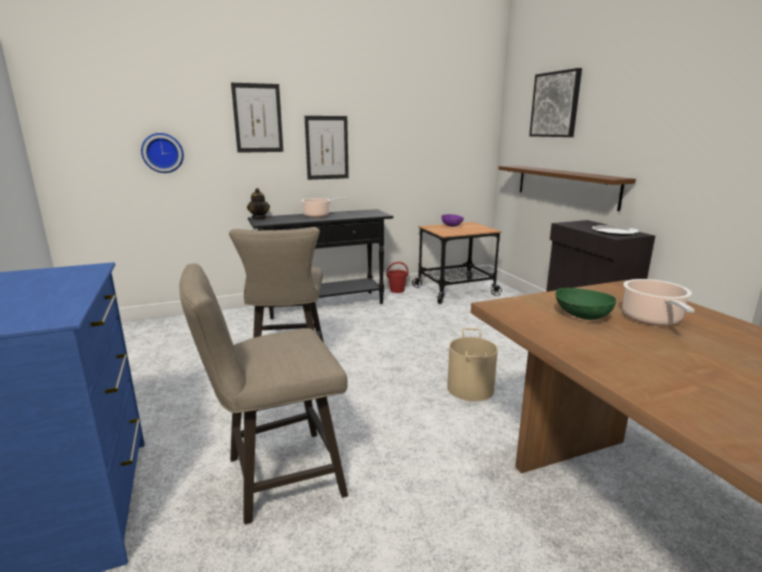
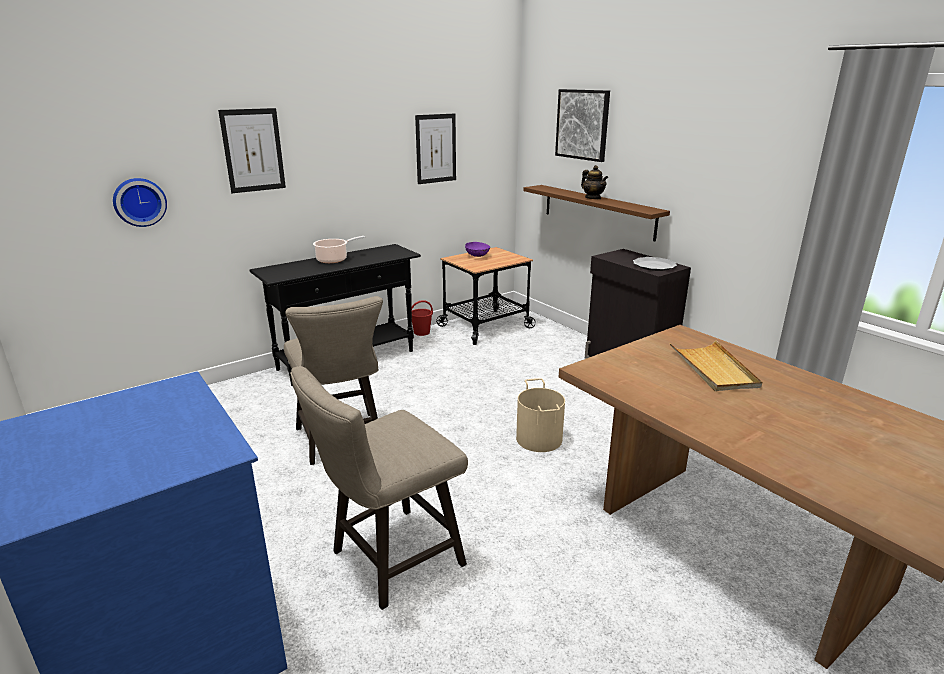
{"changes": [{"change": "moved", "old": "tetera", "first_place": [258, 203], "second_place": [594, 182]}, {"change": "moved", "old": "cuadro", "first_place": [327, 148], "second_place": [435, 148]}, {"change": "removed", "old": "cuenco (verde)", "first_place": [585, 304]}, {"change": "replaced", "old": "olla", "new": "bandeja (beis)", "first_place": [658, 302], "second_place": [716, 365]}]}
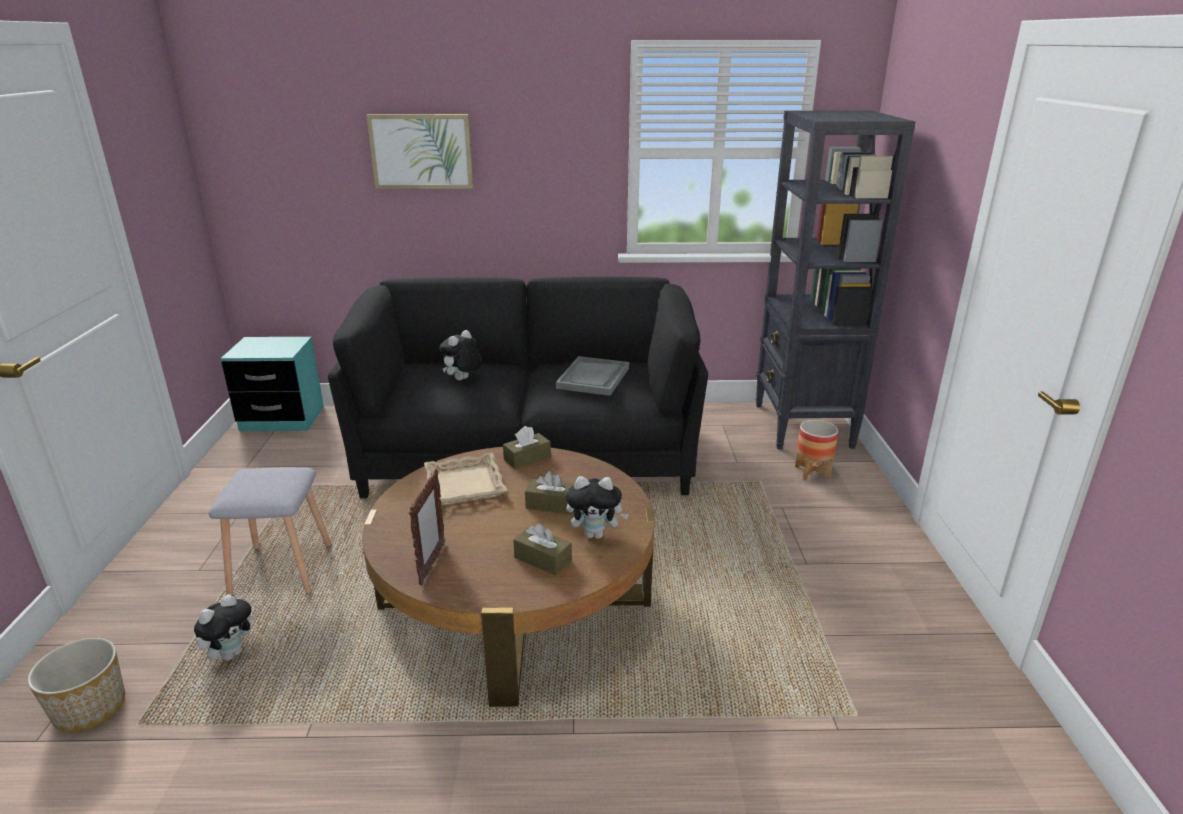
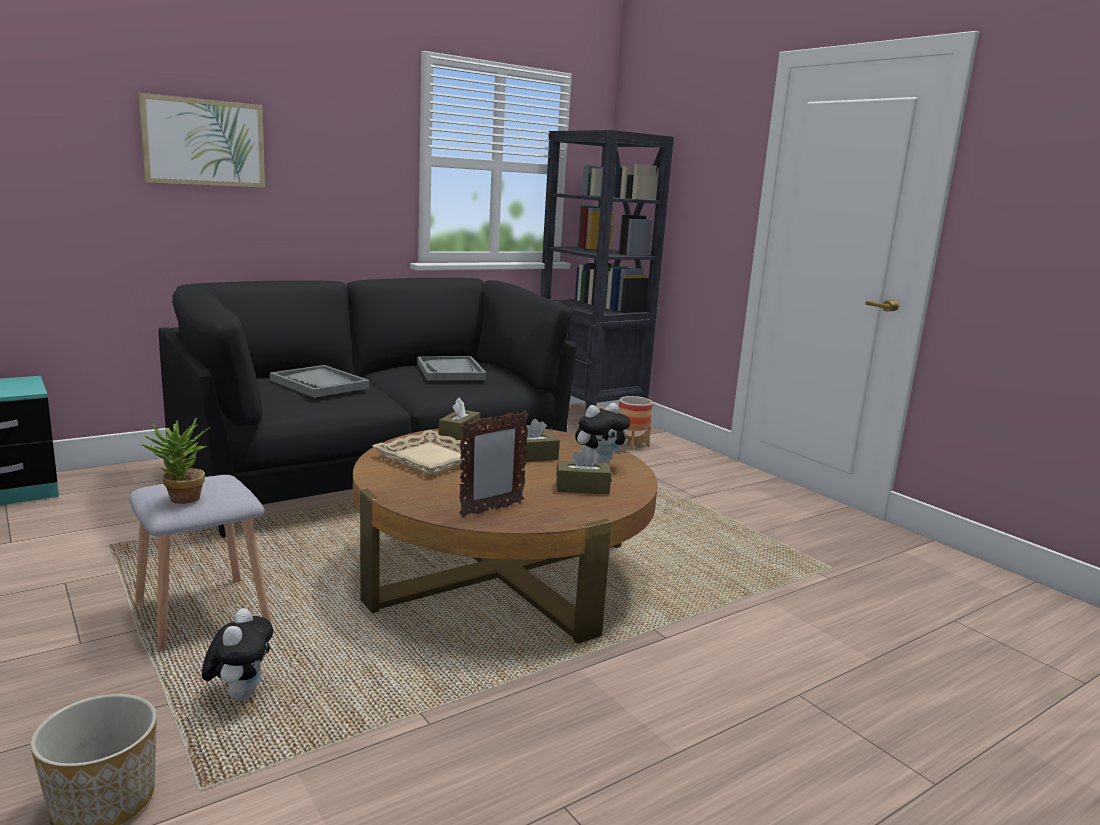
{"changes": [{"change": "turned", "old": "portarretratos", "first_place": [427, 527], "second_place": [494, 464], "degrees": 75}, {"change": "replaced", "old": "peluche", "new": "bandeja (gris)", "first_place": [460, 355], "second_place": [320, 381]}, {"change": "added", "new": "planta en maceta", "second_place": [176, 461]}]}
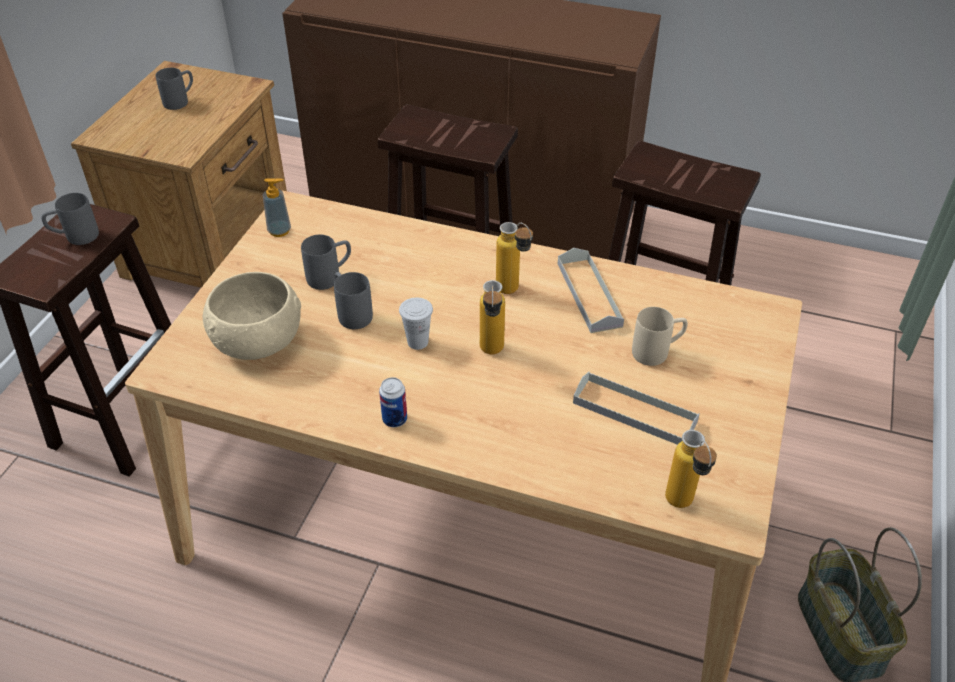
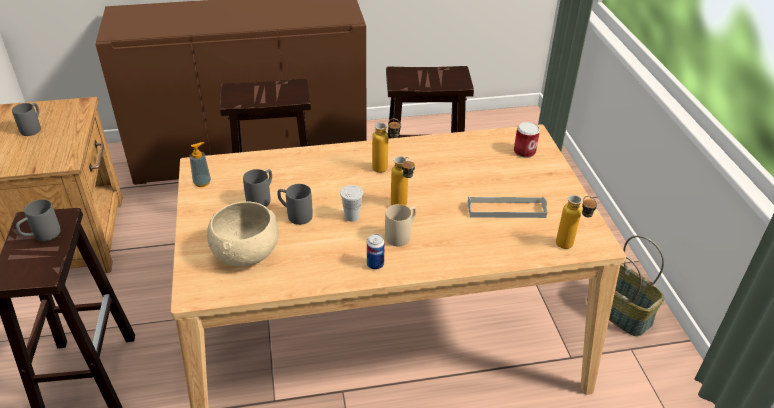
{"changes": [{"change": "removed", "old": "bandeja (gris)", "first_place": [591, 290]}, {"change": "moved", "old": "taza grande (beis)", "first_place": [660, 336], "second_place": [400, 225]}, {"change": "added", "new": "lata", "second_place": [527, 140]}]}
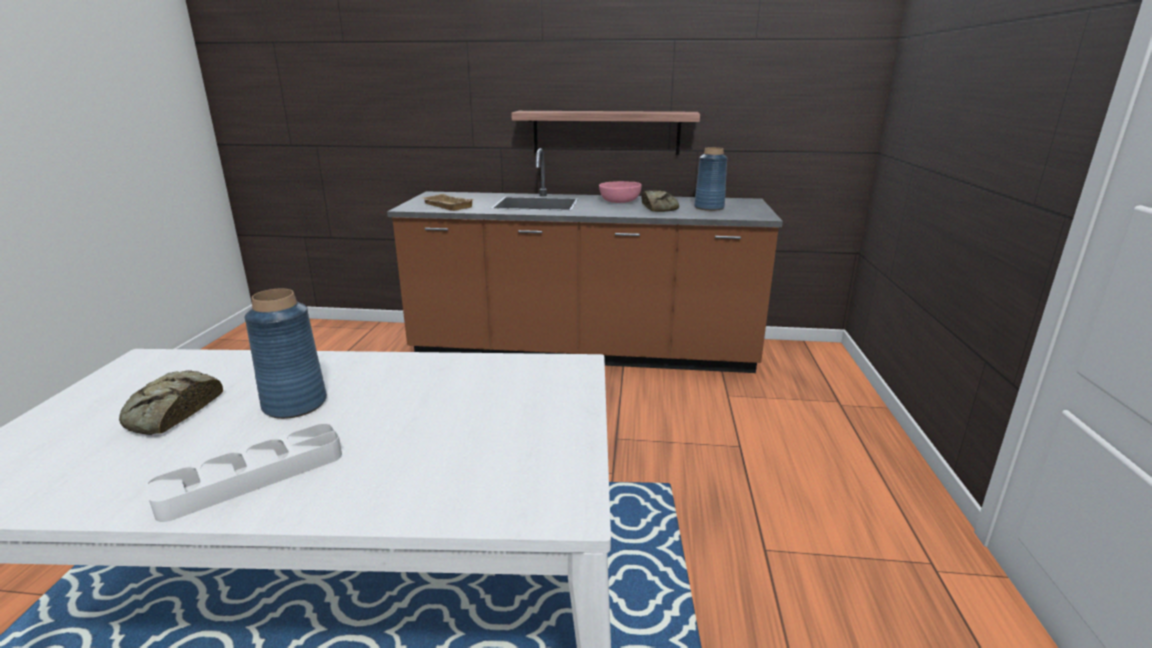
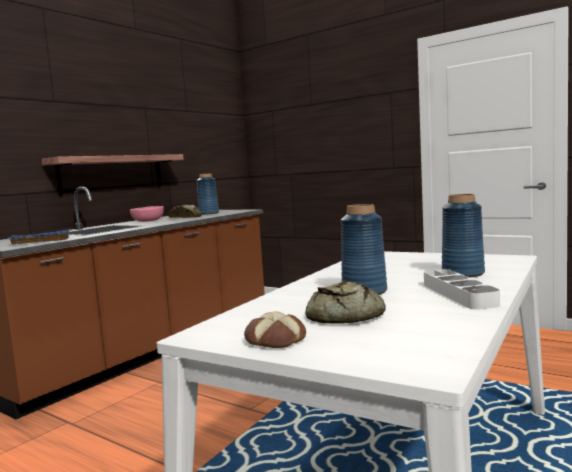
{"changes": [{"change": "recoloured", "old": "bandeja (beis)", "new": "bandeja (azul)", "first_place": [446, 202], "second_place": [39, 236]}, {"change": "added", "new": "pan", "second_place": [275, 330]}, {"change": "added", "new": "florero (azul)", "second_place": [463, 235]}]}
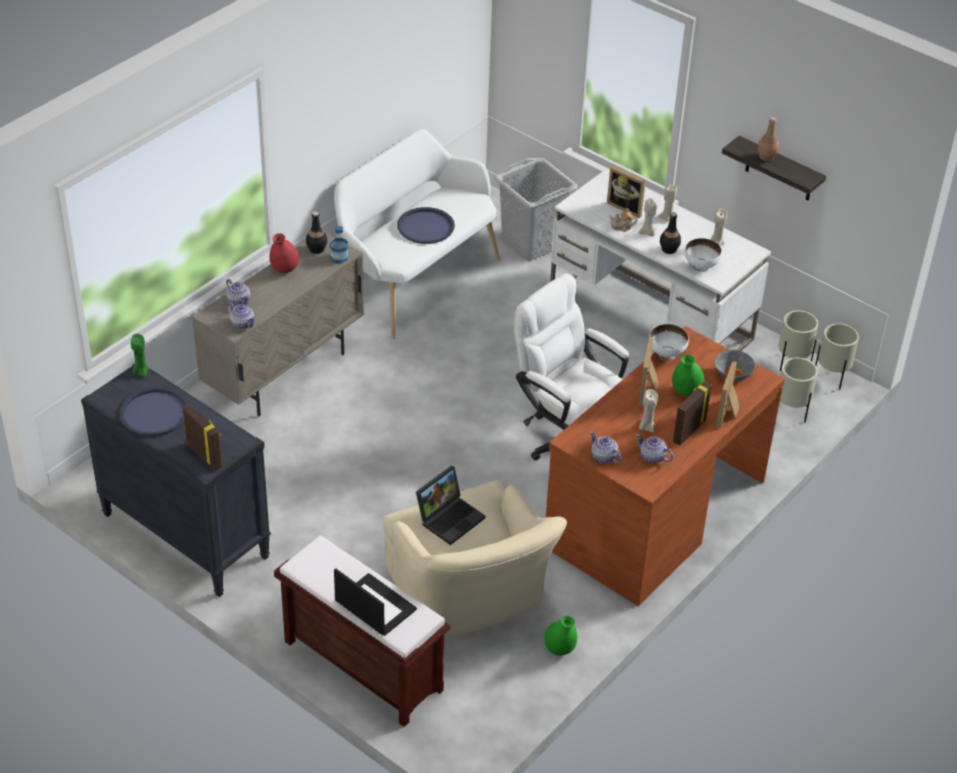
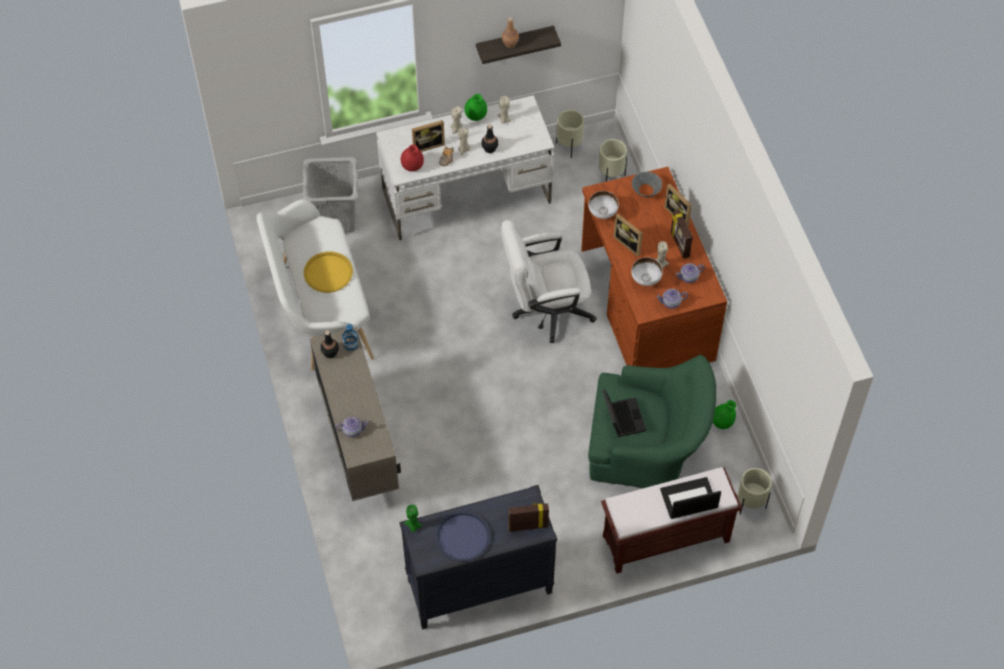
{"changes": [{"change": "removed", "old": "tetera", "first_place": [241, 316]}, {"change": "moved", "old": "florero (rojo)", "first_place": [284, 253], "second_place": [412, 158]}, {"change": "recoloured", "old": "sillón (beis)", "new": "sillón (verde)", "first_place": [475, 559], "second_place": [652, 421]}, {"change": "recoloured", "old": "bandeja (azul)", "new": "bandeja (amarillo)", "first_place": [426, 225], "second_place": [328, 272]}, {"change": "moved", "old": "florero (verde)", "first_place": [688, 375], "second_place": [476, 107]}, {"change": "moved", "old": "cuenco (blanco)", "first_place": [703, 255], "second_place": [647, 271]}, {"change": "moved", "old": "maceta (beis)", "first_place": [837, 356], "second_place": [755, 491]}]}
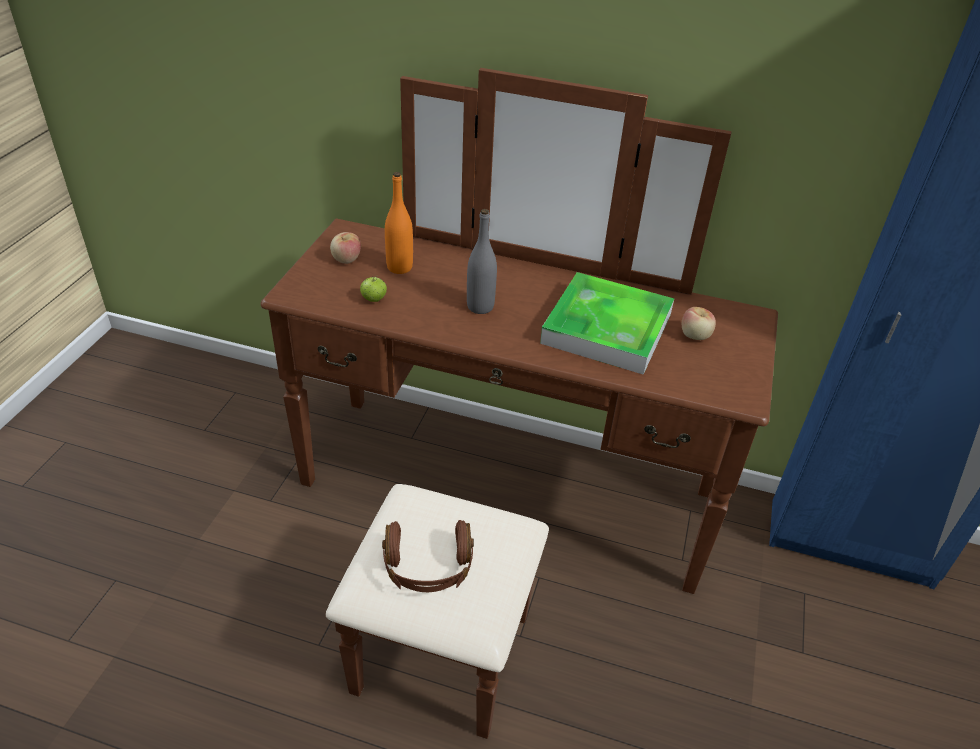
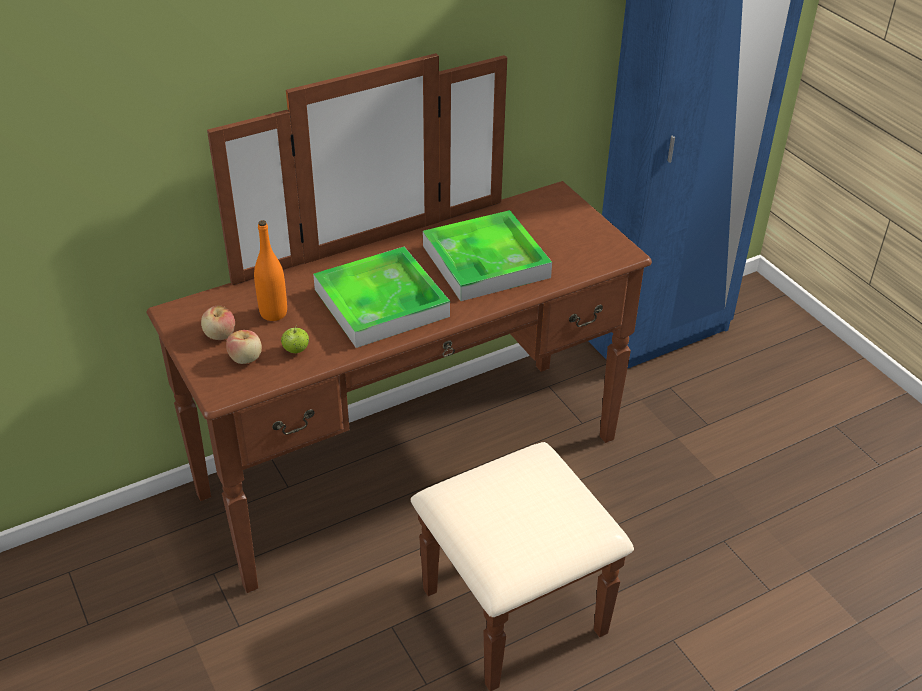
{"changes": [{"change": "removed", "old": "auriculares (marrón)", "first_place": [428, 556]}, {"change": "replaced", "old": "botella (gris)", "new": "bandeja", "first_place": [482, 261], "second_place": [381, 297]}, {"change": "moved", "old": "manzana", "first_place": [699, 323], "second_place": [244, 347]}]}
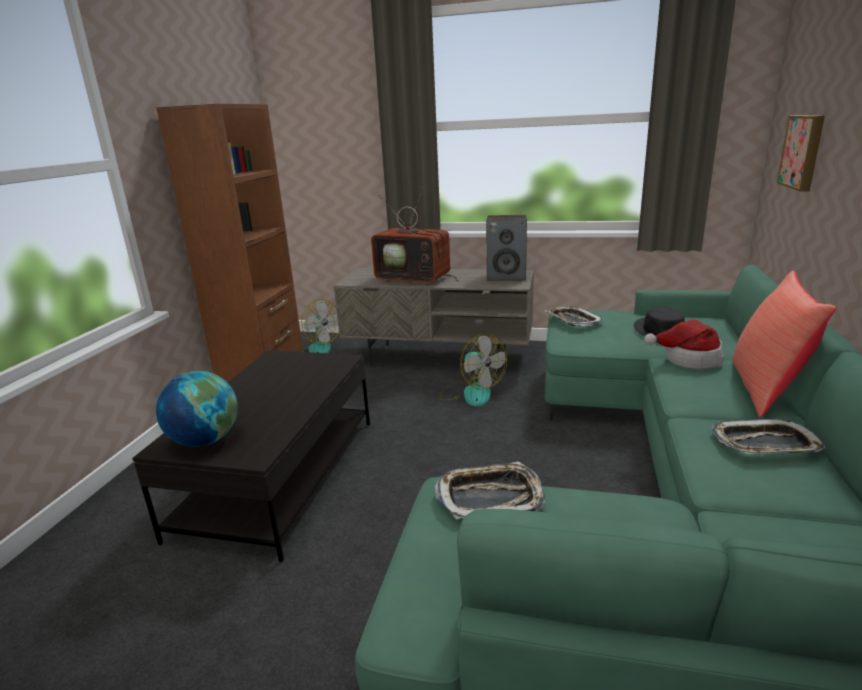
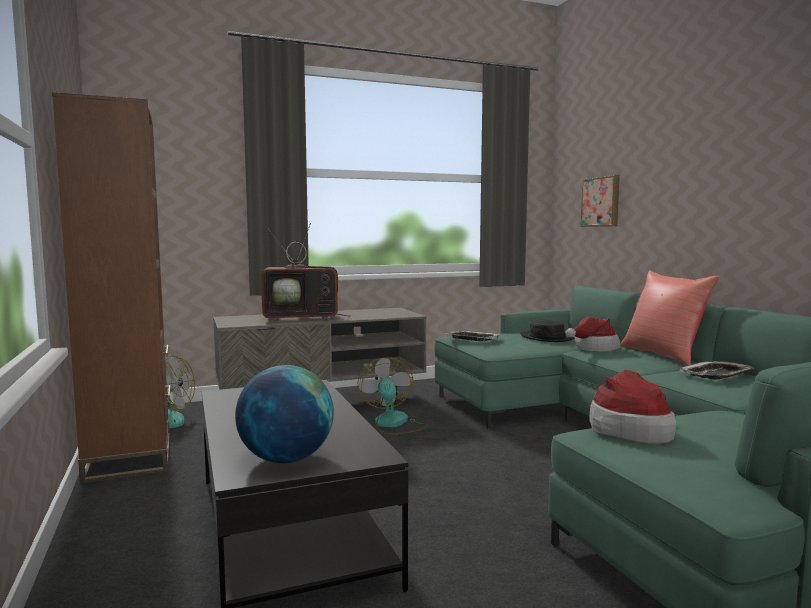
{"changes": [{"change": "replaced", "old": "bandeja", "new": "sombrero", "first_place": [490, 491], "second_place": [632, 407]}, {"change": "turned", "old": "ventilador", "first_place": [473, 370], "second_place": [393, 396], "degrees": -120}, {"change": "removed", "old": "altavoz", "first_place": [506, 248]}]}
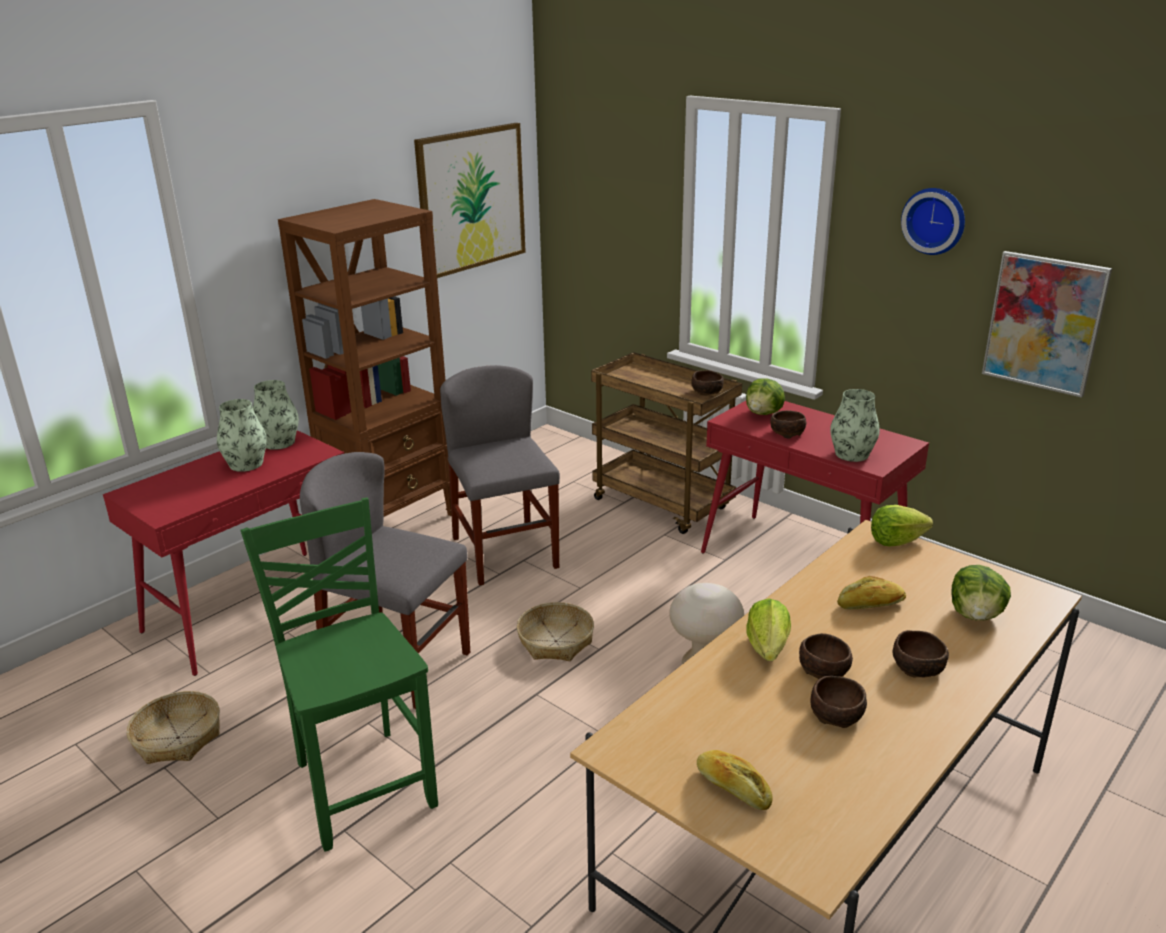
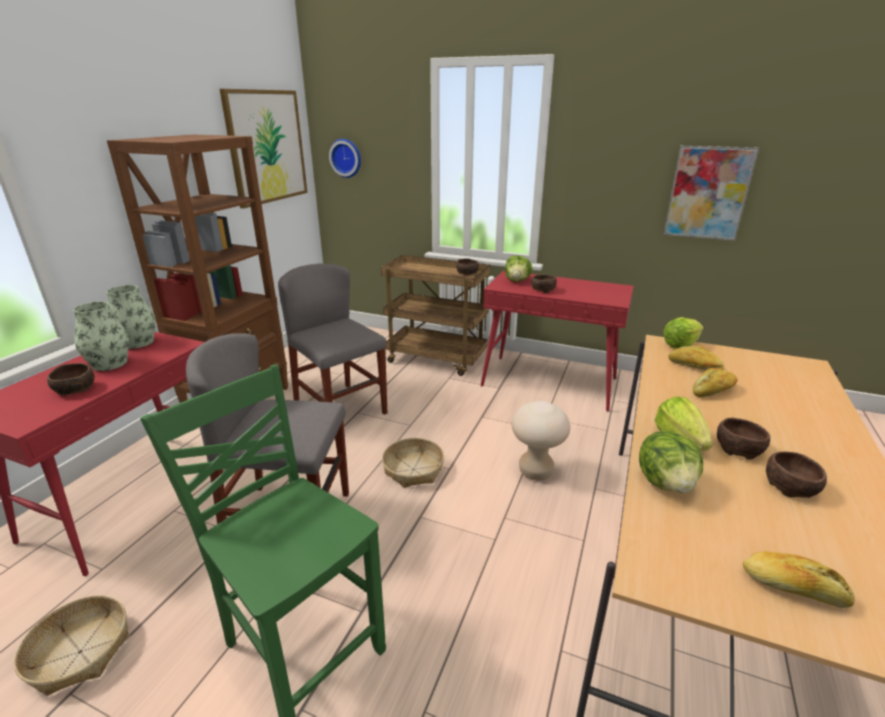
{"changes": [{"change": "removed", "old": "florero", "first_place": [855, 425]}, {"change": "moved", "old": "cuenco (marrón)", "first_place": [921, 654], "second_place": [70, 379]}, {"change": "moved", "old": "reloj de pared", "first_place": [933, 221], "second_place": [345, 158]}, {"change": "moved", "old": "lechuga", "first_place": [981, 592], "second_place": [671, 462]}, {"change": "added", "new": "pan", "second_place": [696, 358]}]}
